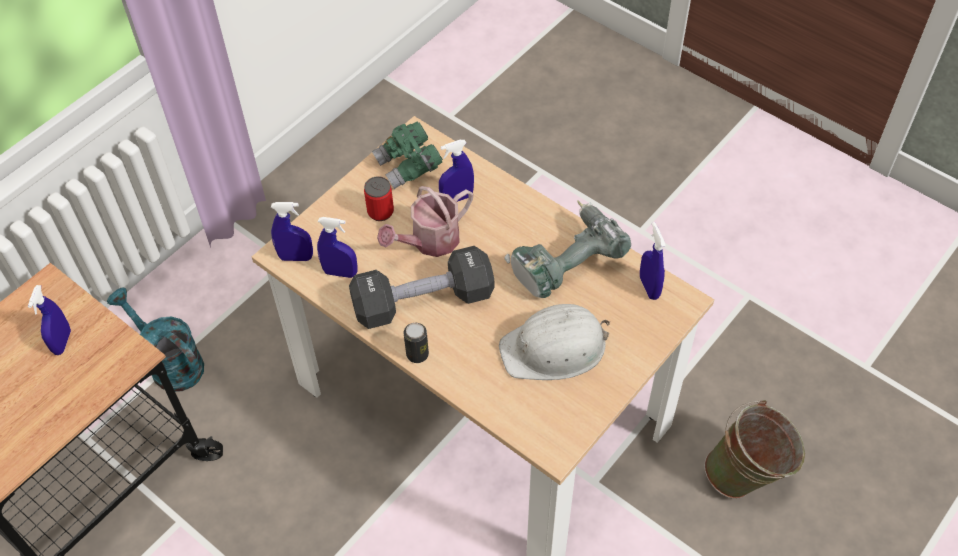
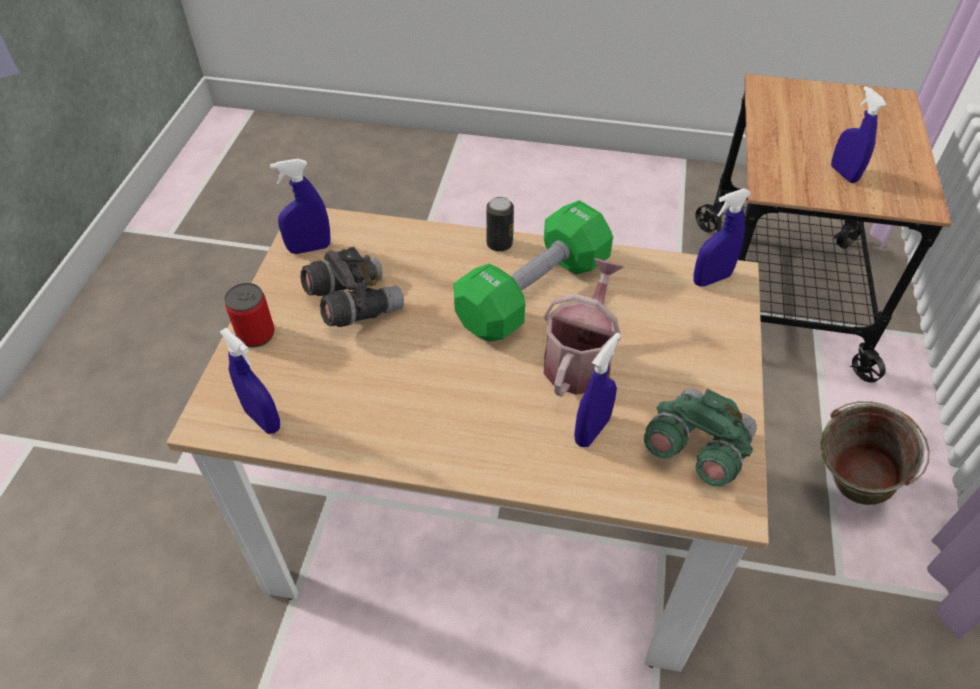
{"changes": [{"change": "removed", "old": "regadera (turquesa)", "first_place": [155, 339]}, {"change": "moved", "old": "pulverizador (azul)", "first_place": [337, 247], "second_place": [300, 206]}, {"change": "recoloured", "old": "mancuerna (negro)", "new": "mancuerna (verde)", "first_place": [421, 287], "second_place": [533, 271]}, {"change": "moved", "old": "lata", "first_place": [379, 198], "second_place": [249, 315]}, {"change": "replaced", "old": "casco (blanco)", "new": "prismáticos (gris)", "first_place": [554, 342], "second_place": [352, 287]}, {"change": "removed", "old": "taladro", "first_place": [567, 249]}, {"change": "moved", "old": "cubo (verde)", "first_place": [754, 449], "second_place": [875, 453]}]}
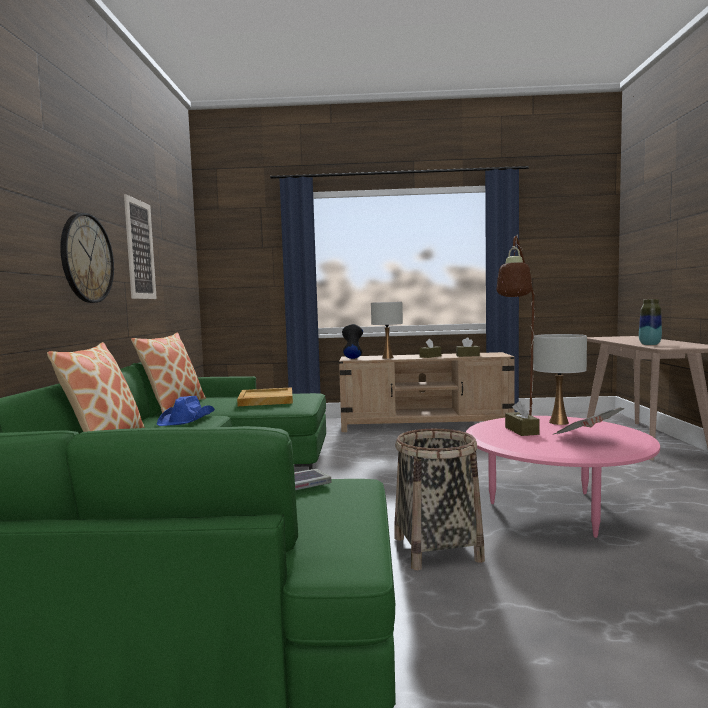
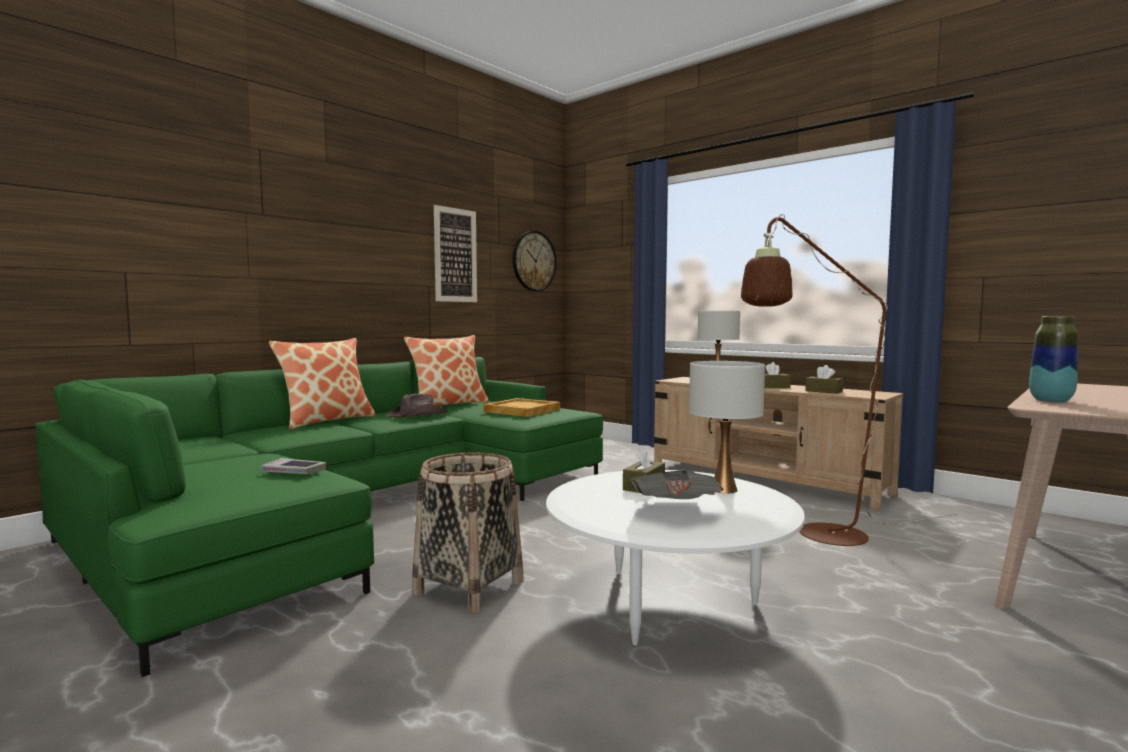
{"changes": [{"change": "moved", "old": "reloj de pared", "first_place": [87, 258], "second_place": [535, 261]}, {"change": "recoloured", "old": "sombrero (azul)", "new": "sombrero (marrón)", "first_place": [186, 411], "second_place": [417, 406]}, {"change": "removed", "old": "florero (negro)", "first_place": [352, 341]}, {"change": "recoloured", "old": "mesa de centro (rosa)", "new": "mesa de centro (blanco)", "first_place": [563, 477], "second_place": [675, 558]}]}
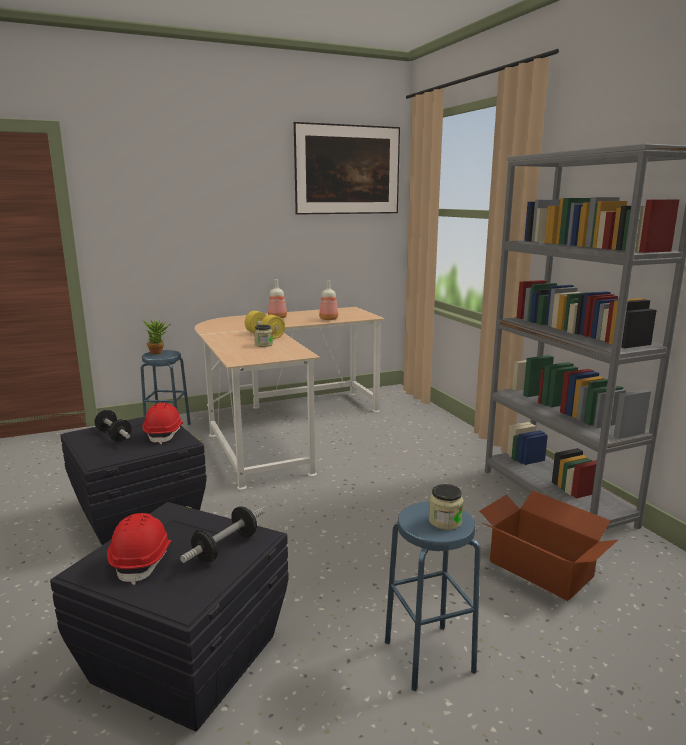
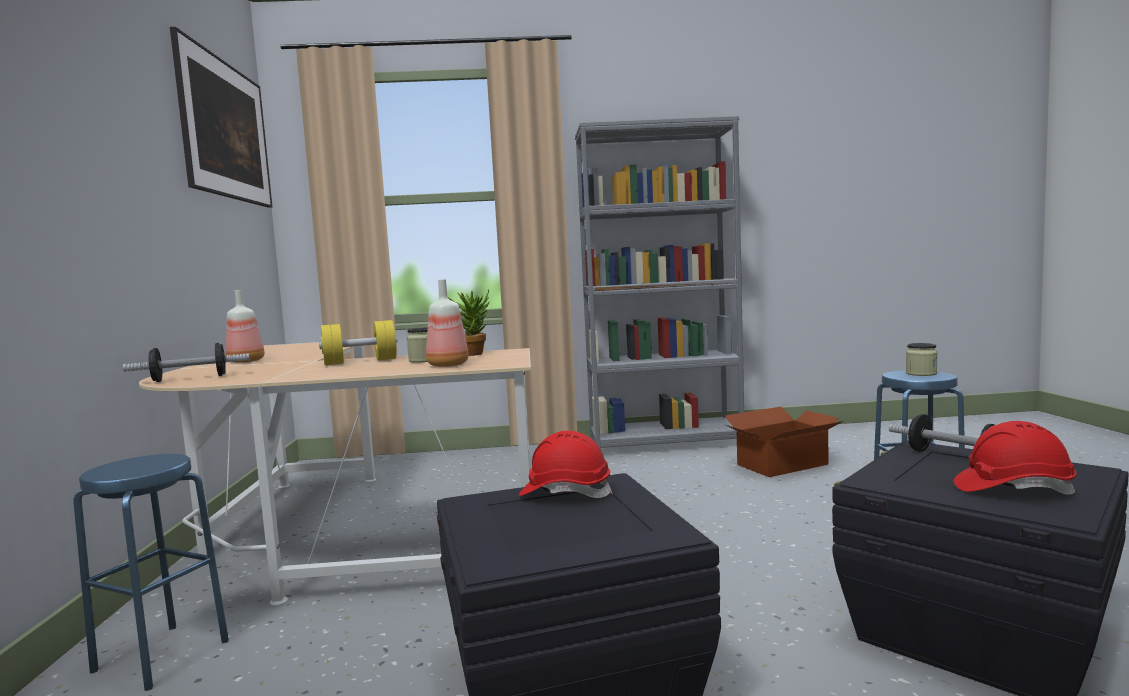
{"changes": [{"change": "moved", "old": "mancuerna", "first_place": [112, 426], "second_place": [186, 362]}, {"change": "moved", "old": "planta en maceta", "first_place": [157, 336], "second_place": [469, 322]}, {"change": "moved", "old": "botella", "first_place": [328, 300], "second_place": [447, 323]}]}
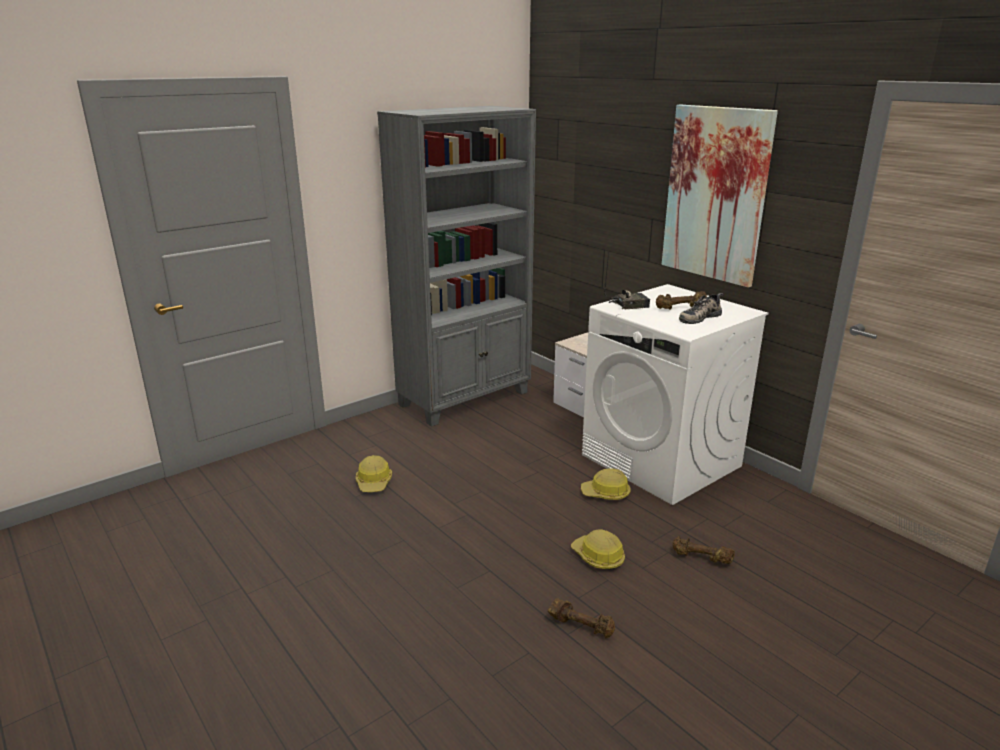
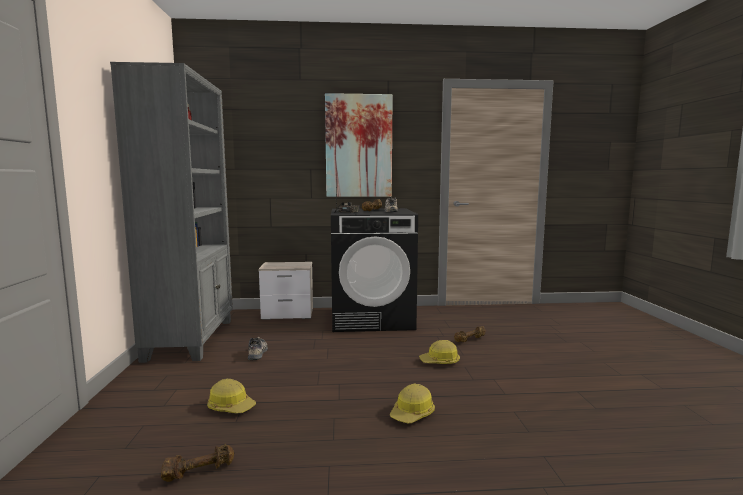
{"changes": [{"change": "moved", "old": "mancuerna (marrón)", "first_place": [581, 618], "second_place": [197, 463]}, {"change": "moved", "old": "casco", "first_place": [606, 484], "second_place": [412, 403]}, {"change": "recoloured", "old": "lavadora (blanco)", "new": "lavadora (negro)", "first_place": [675, 394], "second_place": [374, 270]}, {"change": "added", "new": "zapato", "second_place": [258, 348]}]}
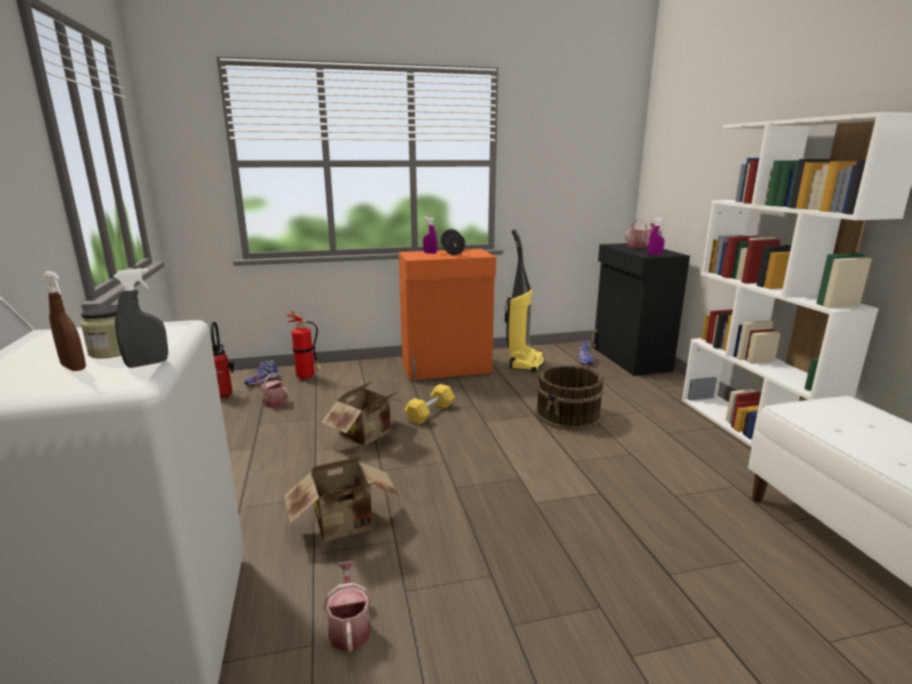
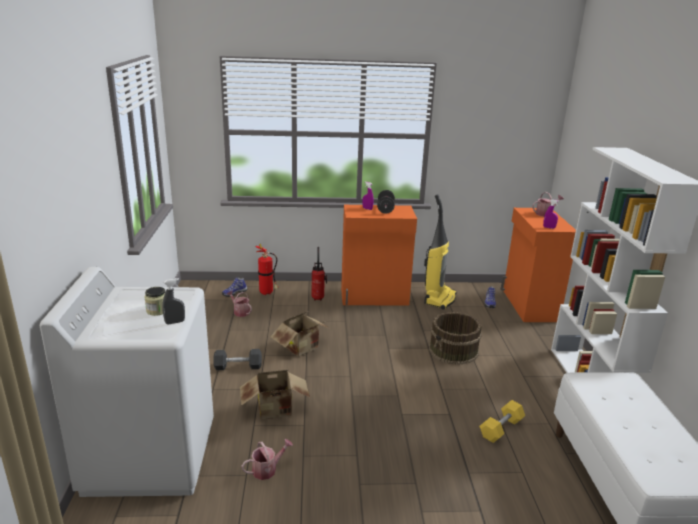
{"changes": [{"change": "removed", "old": "pulverizador (marrón)", "first_place": [64, 321]}, {"change": "moved", "old": "extintor", "first_place": [222, 359], "second_place": [319, 274]}, {"change": "turned", "old": "regadera", "first_place": [347, 607], "second_place": [267, 459], "degrees": 60}, {"change": "moved", "old": "mancuerna (amarillo)", "first_place": [429, 404], "second_place": [502, 421]}, {"change": "recoloured", "old": "armario (negro)", "new": "armario (naranja)", "first_place": [640, 309], "second_place": [538, 265]}, {"change": "added", "new": "mancuerna (gris)", "second_place": [237, 359]}]}
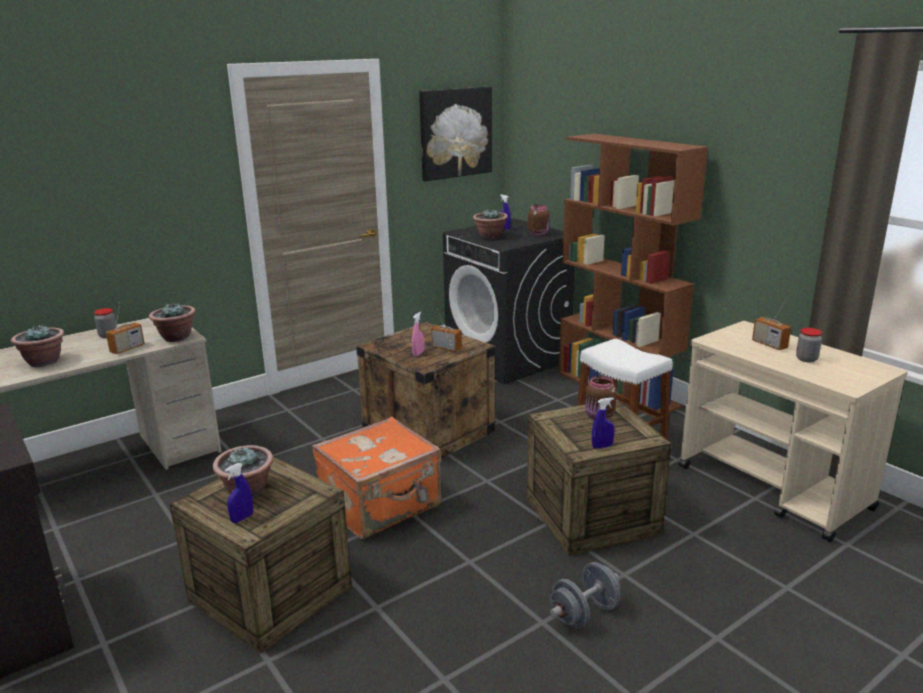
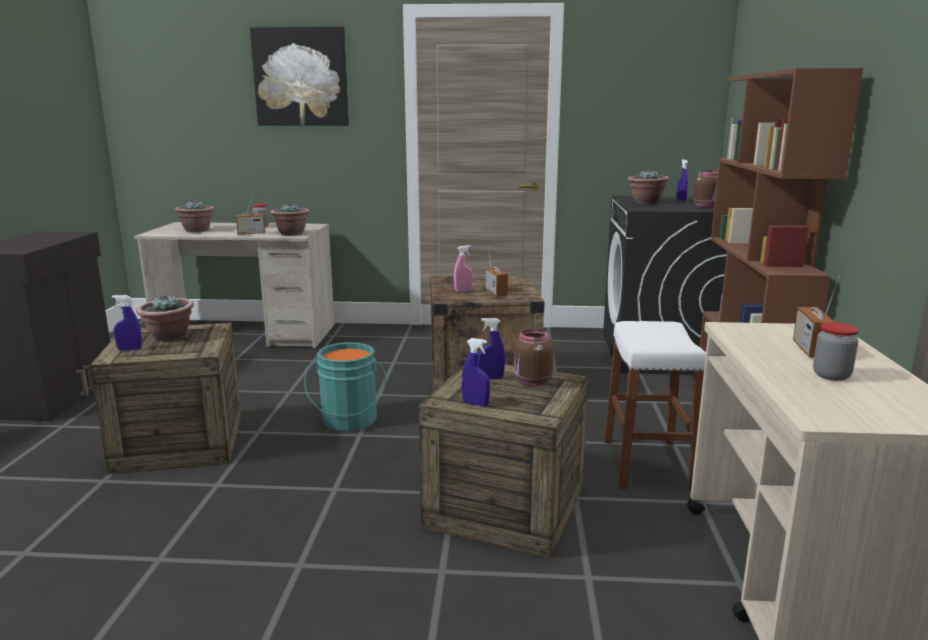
{"changes": [{"change": "replaced", "old": "maleta (naranja)", "new": "cubo (turquesa)", "first_place": [377, 478], "second_place": [345, 386]}, {"change": "moved", "old": "cuadro", "first_place": [455, 134], "second_place": [299, 76]}, {"change": "removed", "old": "mancuerna (gris)", "first_place": [585, 595]}, {"change": "added", "new": "pulverizador (azul)", "second_place": [491, 348]}]}
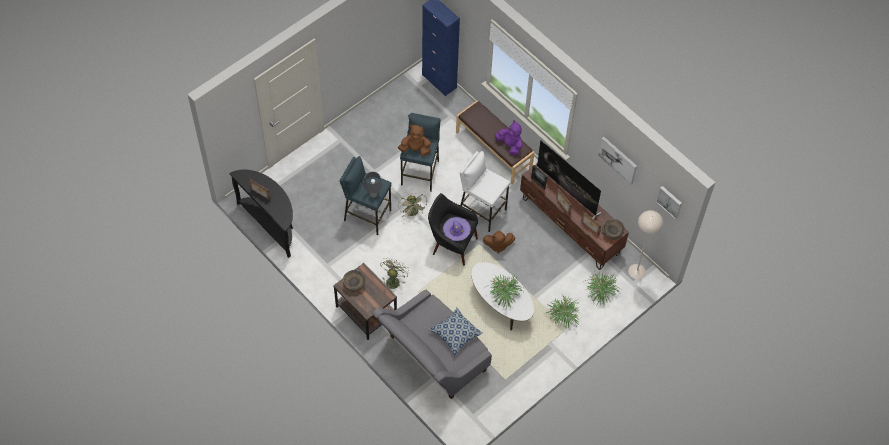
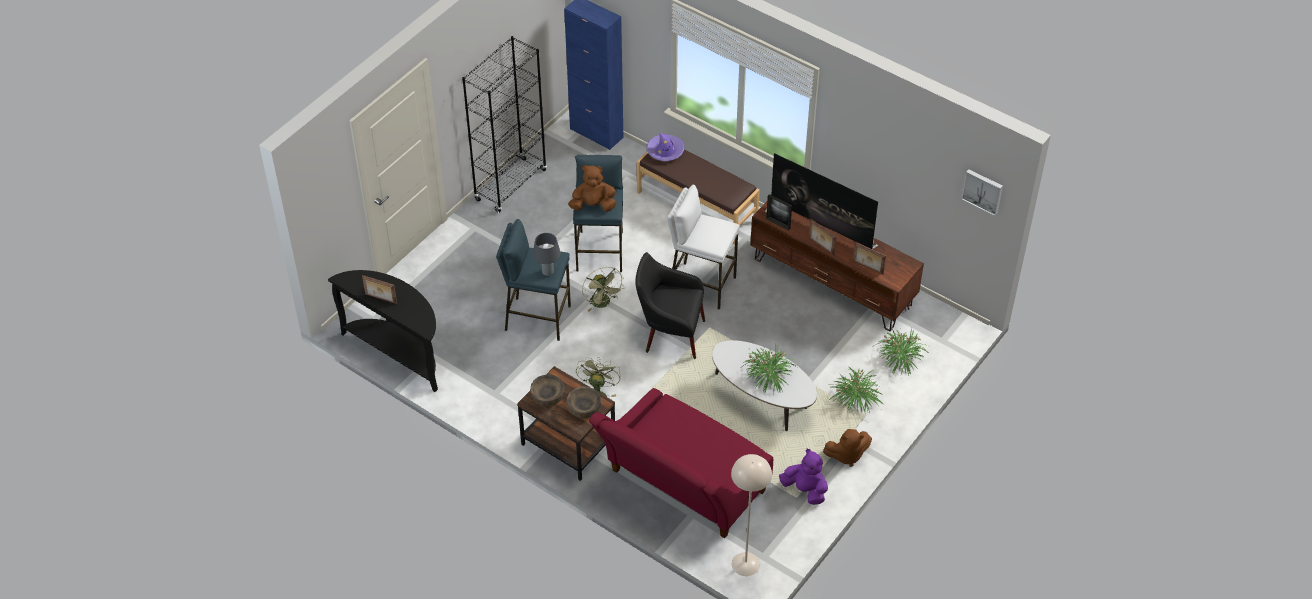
{"changes": [{"change": "recoloured", "old": "sofá (gris)", "new": "sofá (rojo)", "first_place": [432, 344], "second_place": [681, 463]}, {"change": "removed", "old": "cojín", "first_place": [456, 331]}, {"change": "moved", "old": "sombrero (morado)", "first_place": [457, 229], "second_place": [665, 147]}, {"change": "moved", "old": "peluche (marrón)", "first_place": [499, 242], "second_place": [847, 448]}, {"change": "moved", "old": "peluche (morado)", "first_place": [509, 137], "second_place": [803, 477]}, {"change": "removed", "old": "cuadro", "first_place": [617, 160]}, {"change": "moved", "old": "cuenco (marrón)", "first_place": [613, 229], "second_place": [584, 403]}, {"change": "moved", "old": "lámpara de pie (beis)", "first_place": [645, 244], "second_place": [751, 515]}, {"change": "added", "new": "estantería (negro)", "second_place": [504, 124]}]}
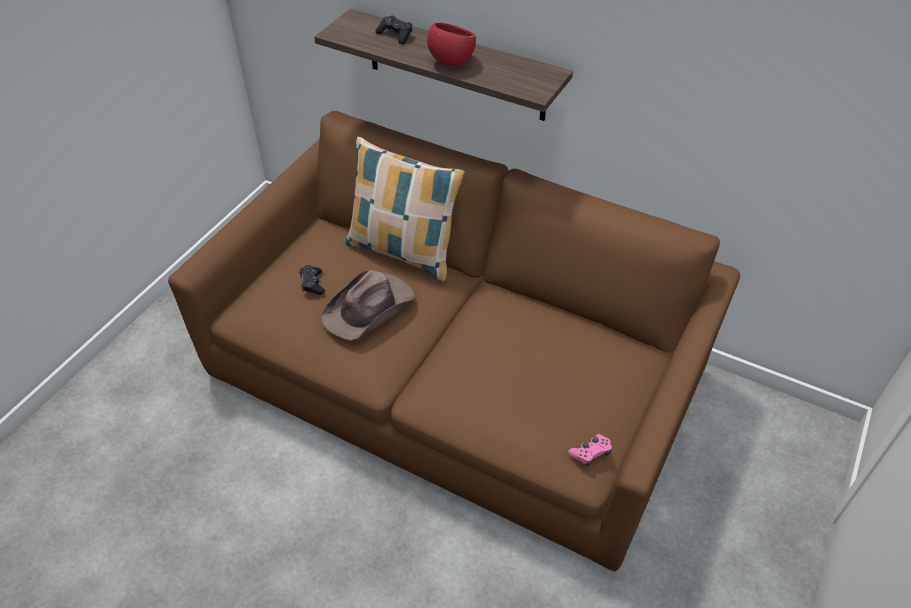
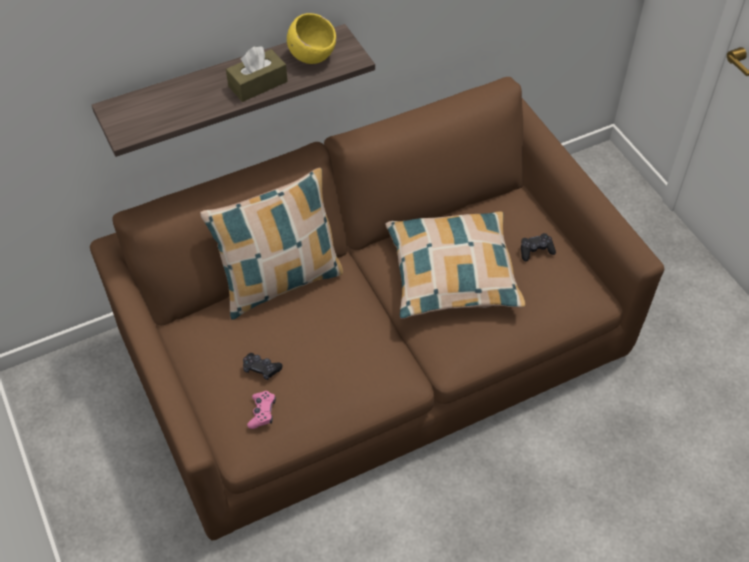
{"changes": [{"change": "removed", "old": "sombrero (marrón)", "first_place": [368, 305]}, {"change": "moved", "old": "mando de consola (negro)", "first_place": [394, 29], "second_place": [538, 247]}, {"change": "replaced", "old": "cuenco (rojo)", "new": "caja de pañuelos (marrón)", "first_place": [451, 44], "second_place": [257, 74]}, {"change": "moved", "old": "mando de consola (rosa)", "first_place": [590, 450], "second_place": [261, 410]}, {"change": "added", "new": "cuenco (amarillo)", "second_place": [311, 38]}, {"change": "added", "new": "cojín", "second_place": [455, 265]}]}
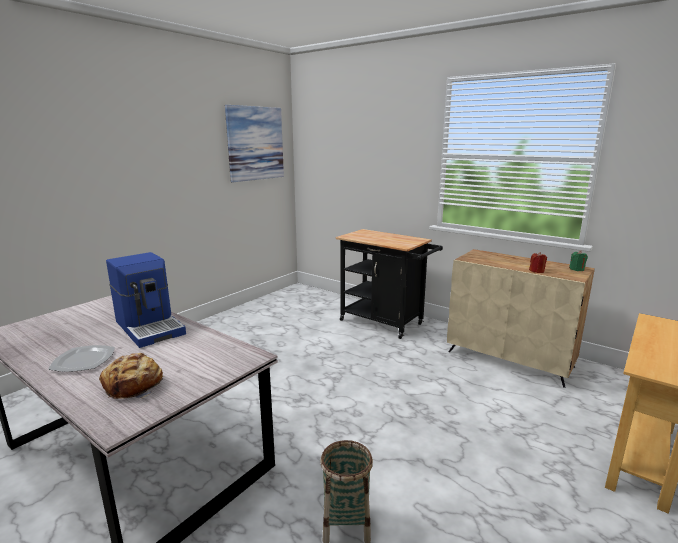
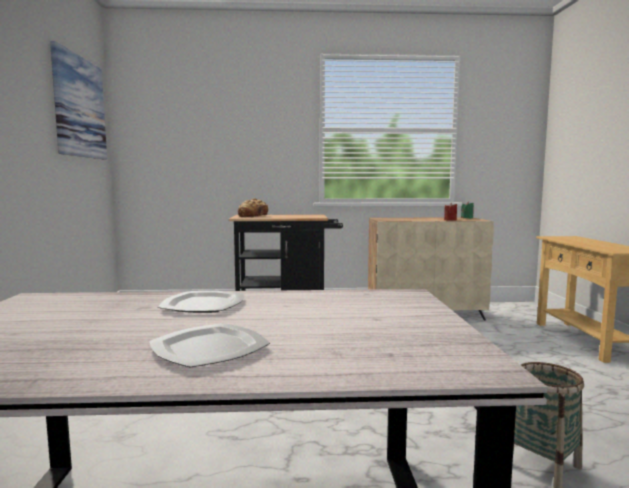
{"changes": [{"change": "moved", "old": "pan", "first_place": [132, 376], "second_place": [255, 208]}, {"change": "replaced", "old": "cafetera", "new": "plato", "first_place": [146, 300], "second_place": [201, 302]}]}
